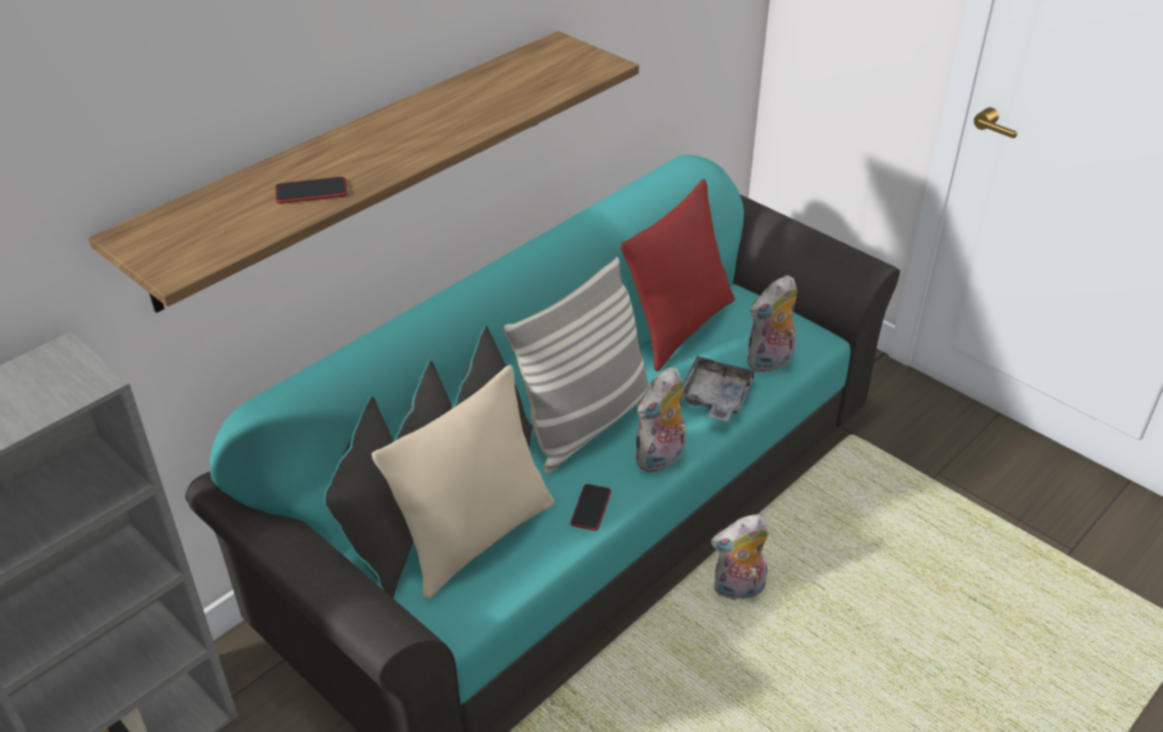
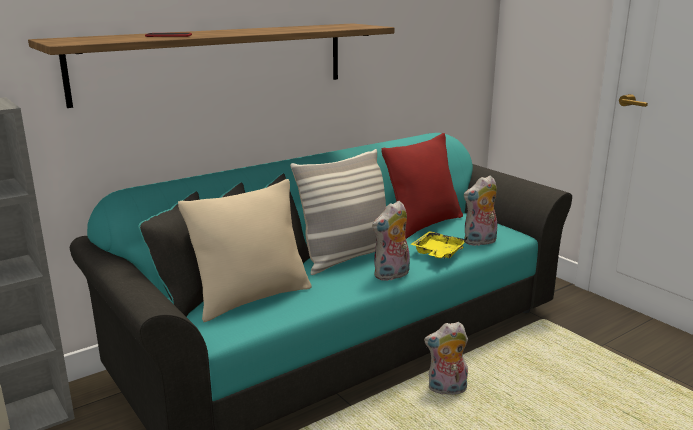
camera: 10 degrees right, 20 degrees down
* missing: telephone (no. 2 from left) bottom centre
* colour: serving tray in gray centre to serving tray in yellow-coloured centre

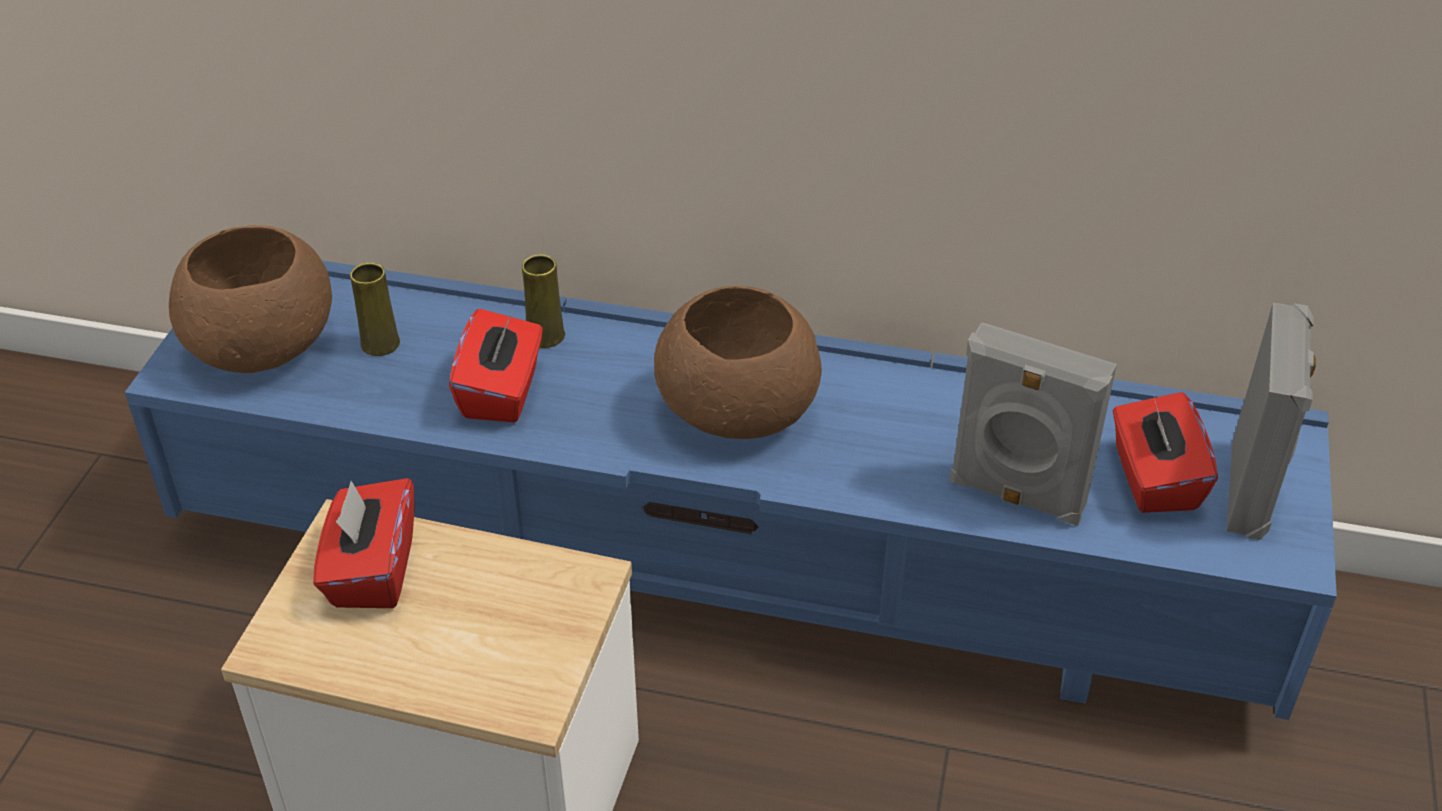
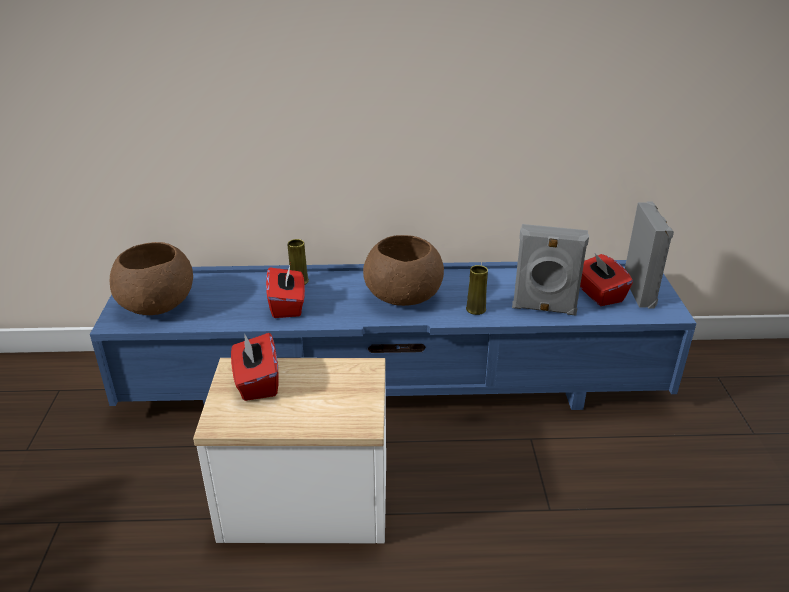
camera: 15 degrees left, 10 degrees down
* relocated: decorative vase in yellow-coloured (no. 1 from left in the first image) middle left to decorative vase in yellow-coloured (no. 2 from left) centre

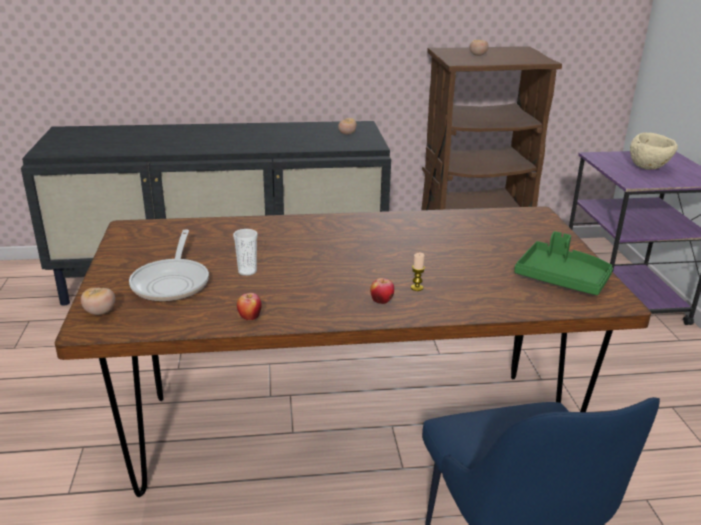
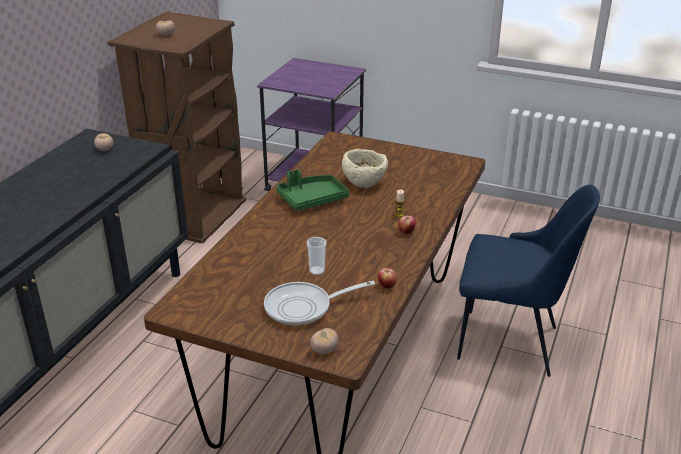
camera: 60 degrees left, 5 degrees up
* spun: frying pan middle left = bottom centre 135 degrees clockwise
* relocated: serving tray in green-coloured middle right to centre
* relocated: bowl in sand-coloured top right to centre

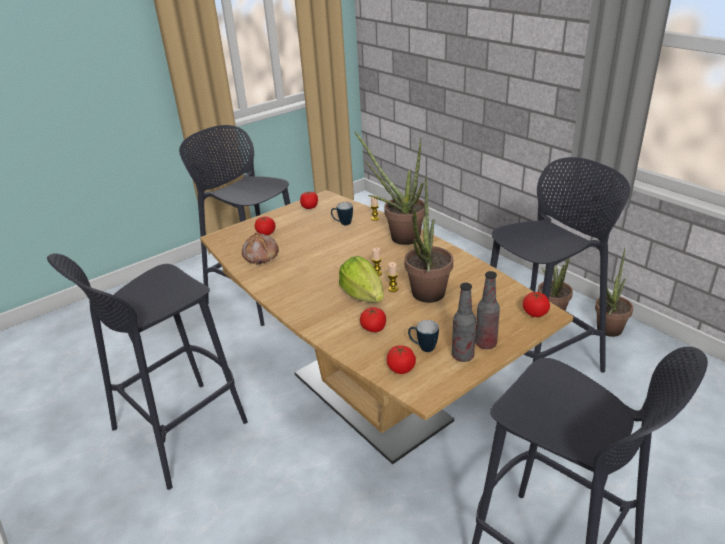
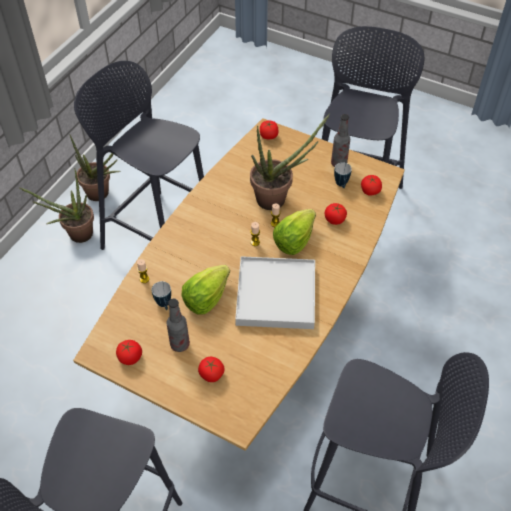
camera: 115 degrees left, 20 degrees up
* missing: baked bread centre
* missing: potted plant (no. 1 from left) centre
* relocated: bottle (no. 2 from left in the first image) middle right to bottle (no. 1 from left) centre
* appeared: head of lettuce (no. 1 from left) centre
* appeared: serving tray in whitish centre

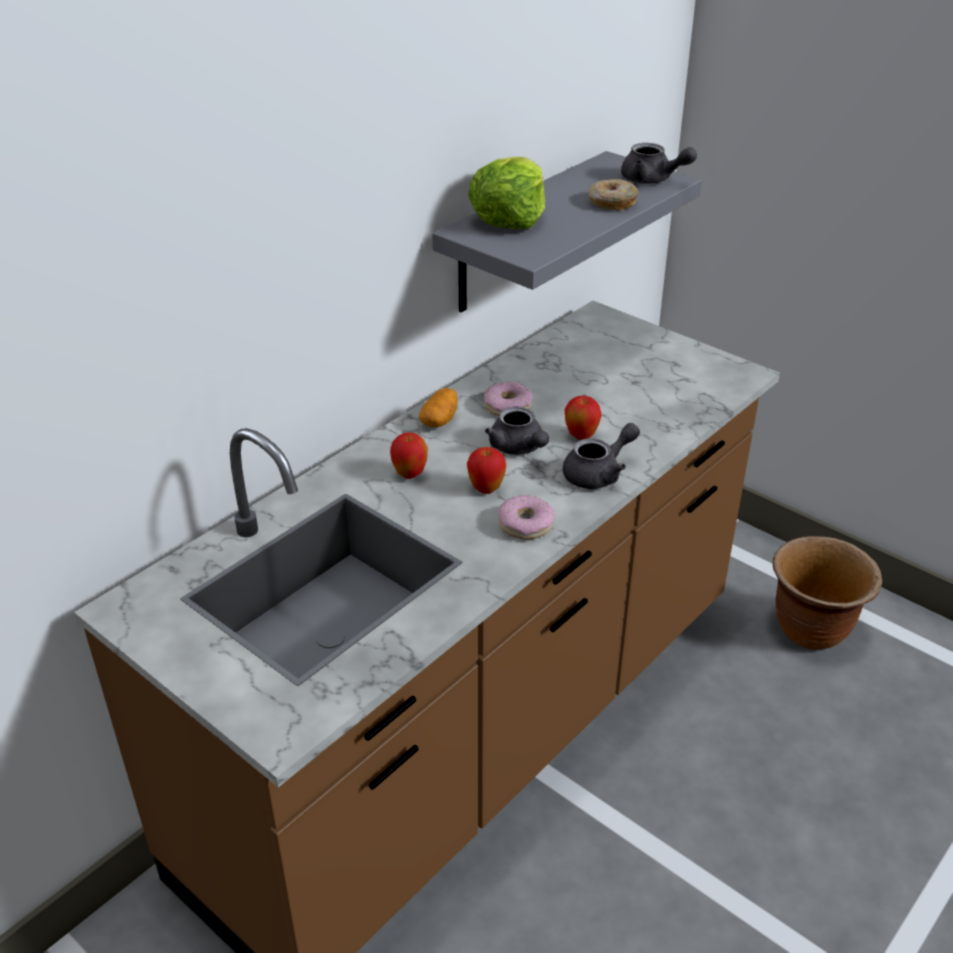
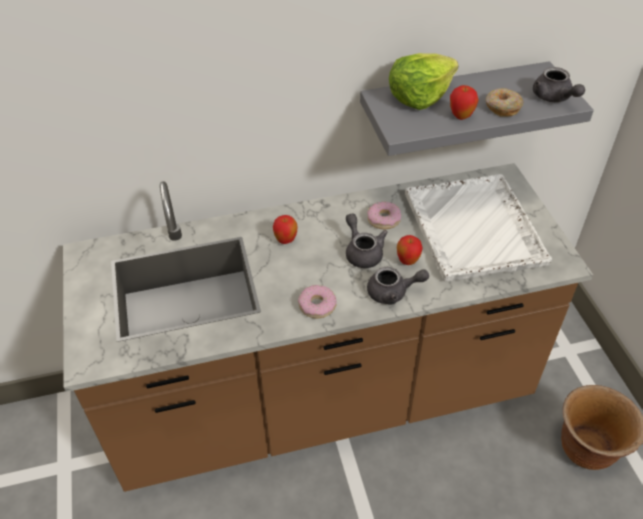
camera: 35 degrees right, 10 degrees up
* missing: whole potato centre
* relocated: apple (no. 2 from left in the first image) centre to apple (no. 3 from left) top right
* spun: pot for tea in gray (no. 1 from left) centre = centre 150 degrees clockwise
* appeared: serving tray in whitish middle right

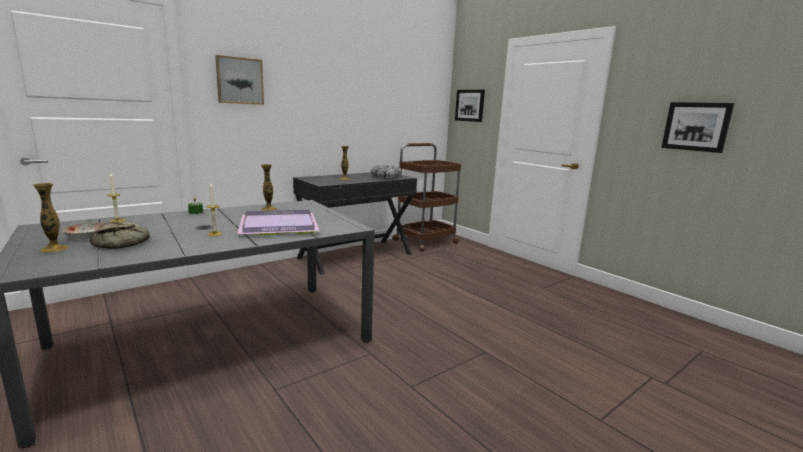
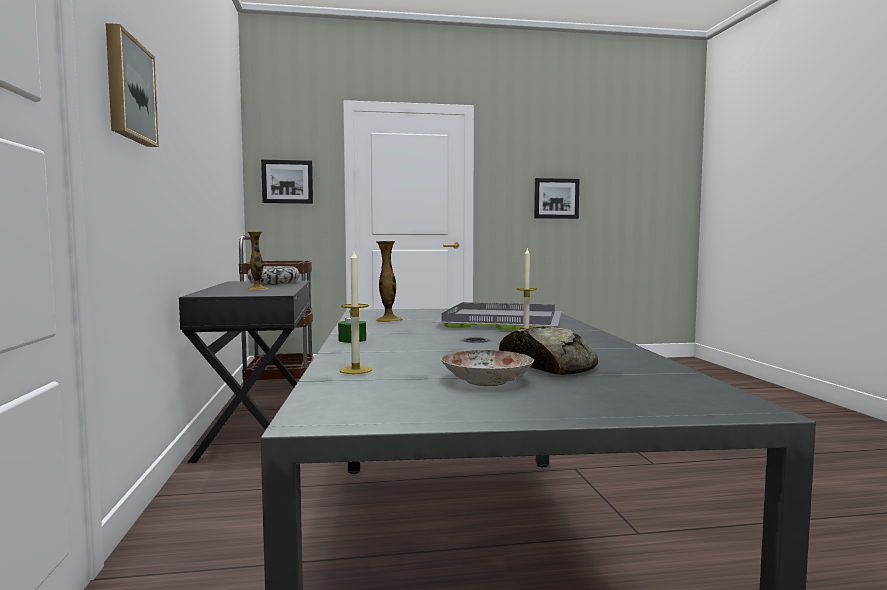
camera: 60 degrees left, 10 degrees down
* missing: decorative vase (no. 1 from left) middle left
* colour: serving tray in purplish centre to serving tray in gray centre

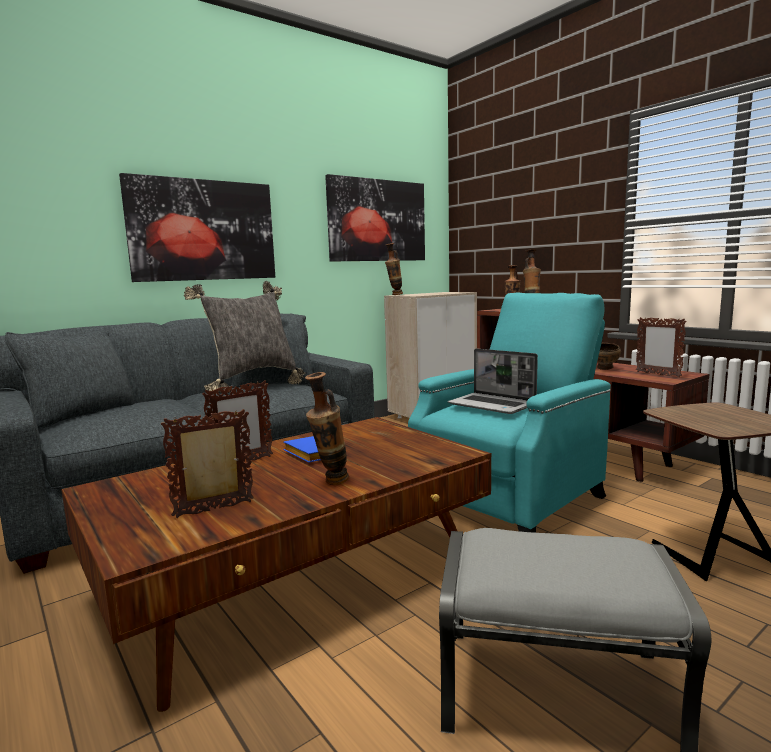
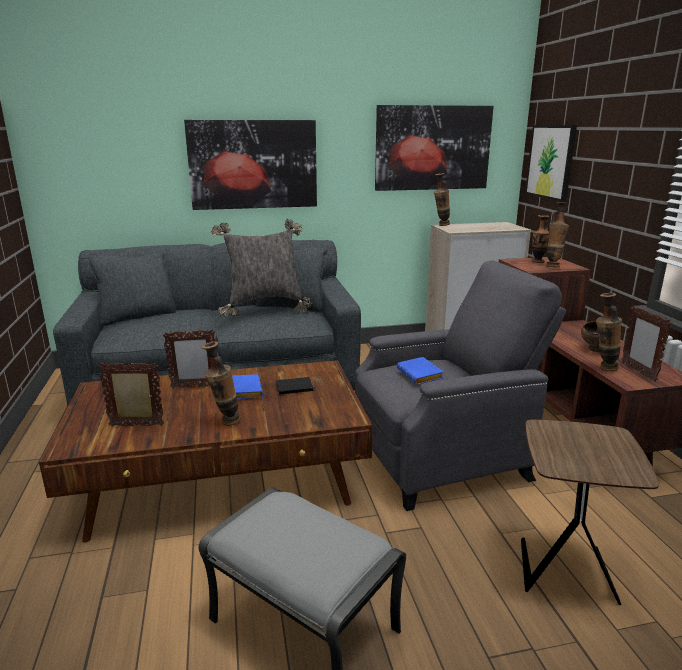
camera: 25 degrees right, 10 degrees up
* colour: armchair in turquoise-coloured centre to armchair in gray middle right
* exchanged: laptop centre to book in bluish (no. 2 from left) centre
* appeared: book in blackish centre
* appeared: picture (no. 3 from left) top right
* appeared: decorative vase (no. 5 from left) middle right

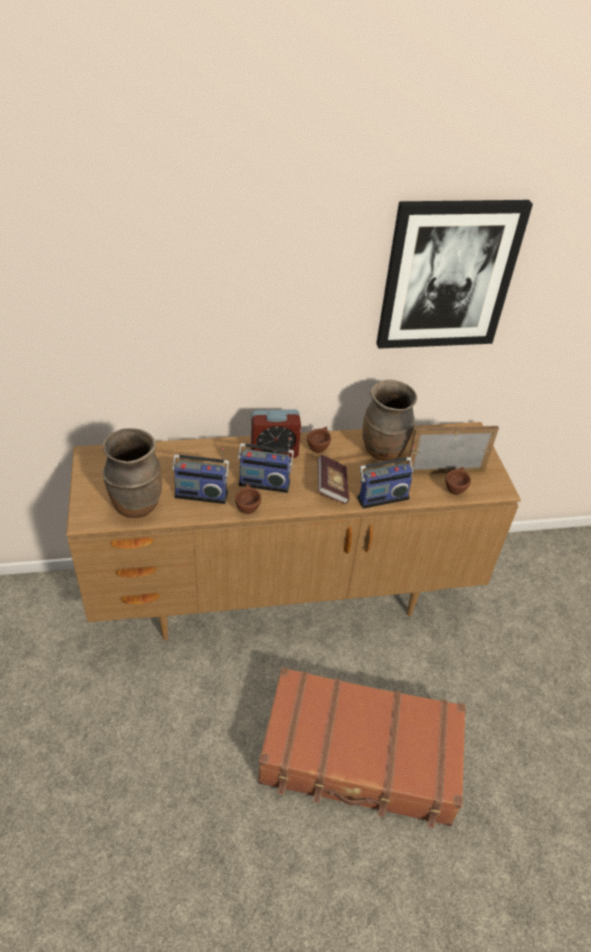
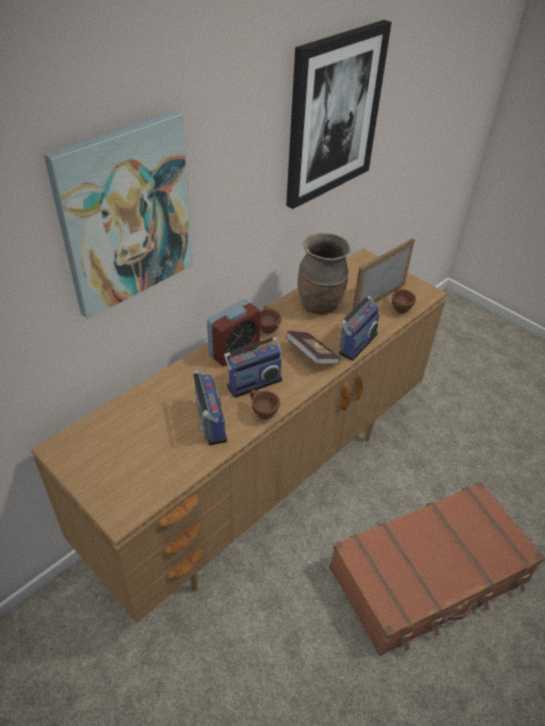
camera: 35 degrees left, 0 degrees up
* missing: decorative vase in brownish (no. 1 from left) middle left
* spun: radio receiver (no. 1 from left) centre = centre 75 degrees counterclockwise
* appeared: picture (no. 1 from left) top left

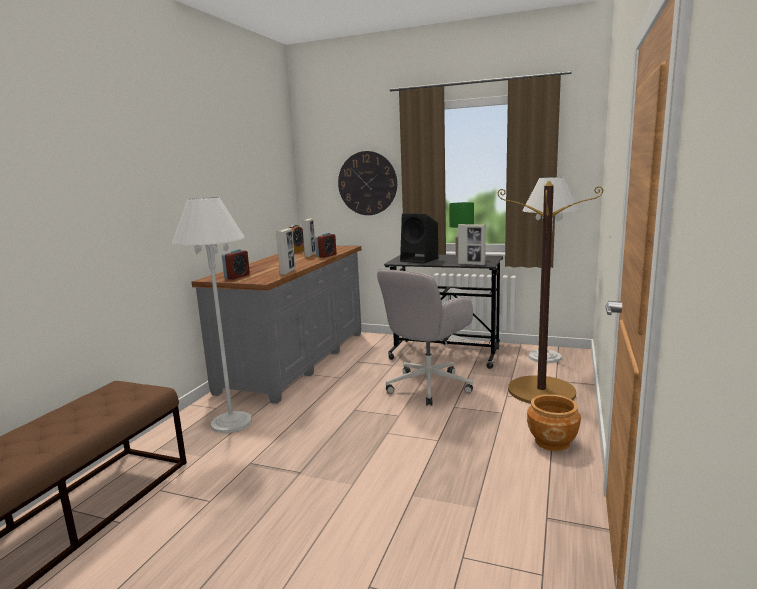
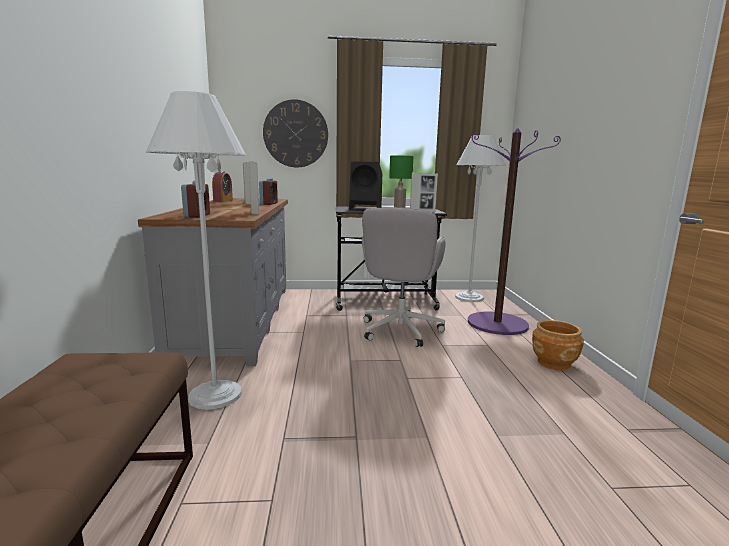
camera: 25 degrees left, 0 degrees up
* colour: garment rack in brownish middle right to garment rack in purplish middle right

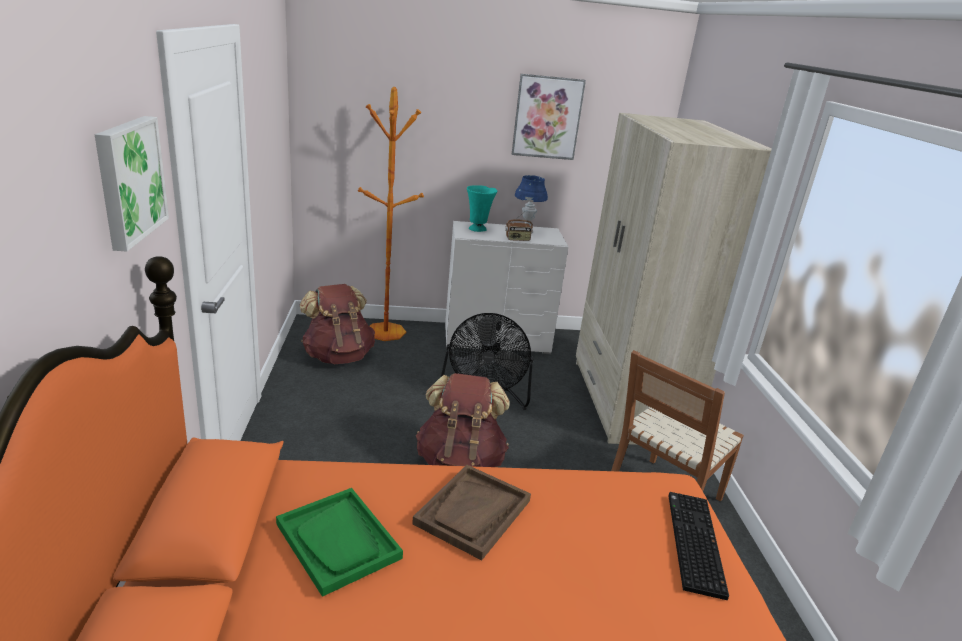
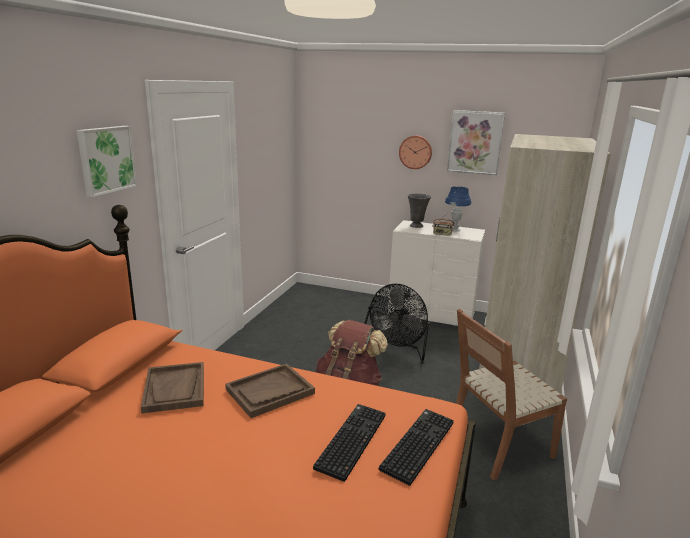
camera: 25 degrees right, 5 degrees down
* colour: serving tray in green-coloured bottom centre to serving tray in brownish (no. 1 from left) bottom left
* missing: backpack in brownish (no. 1 from left) centre
* missing: garment rack in orange centre
* colour: decorative vase in turquoise-coloured top centre to decorative vase in gray centre
* appeared: PC keyboard (no. 1 from left) bottom centre
* appeared: wall clock top centre

